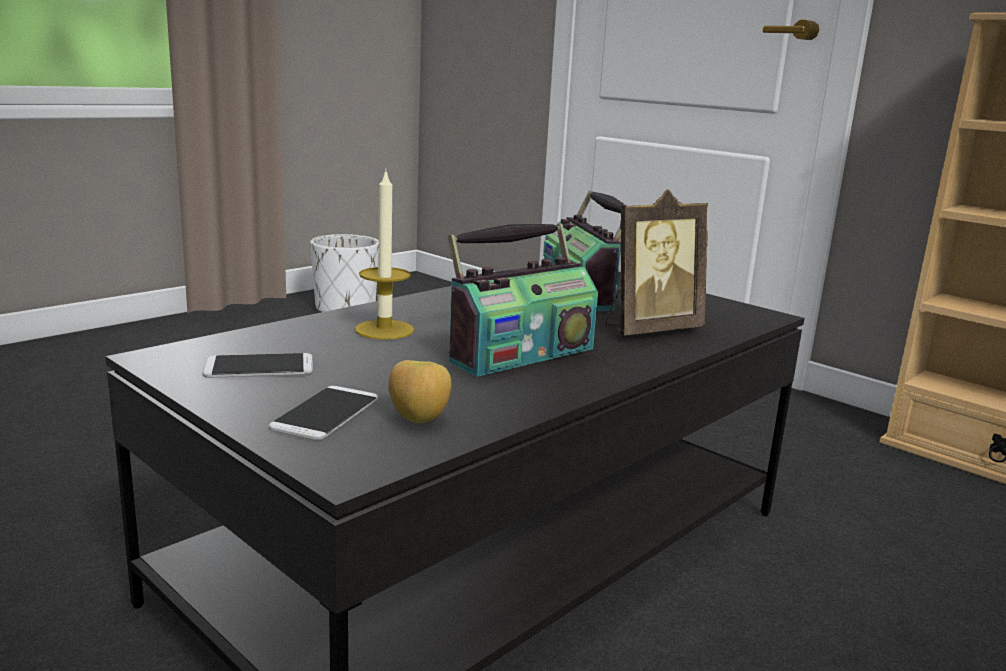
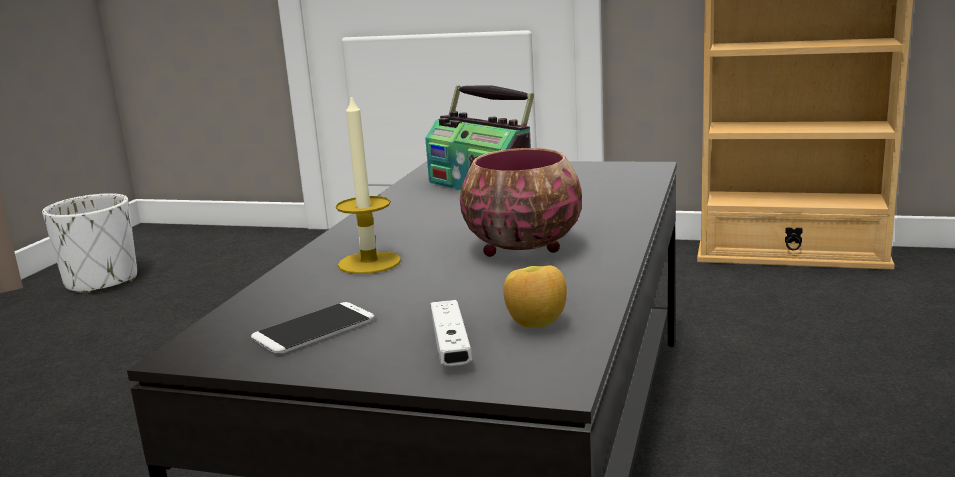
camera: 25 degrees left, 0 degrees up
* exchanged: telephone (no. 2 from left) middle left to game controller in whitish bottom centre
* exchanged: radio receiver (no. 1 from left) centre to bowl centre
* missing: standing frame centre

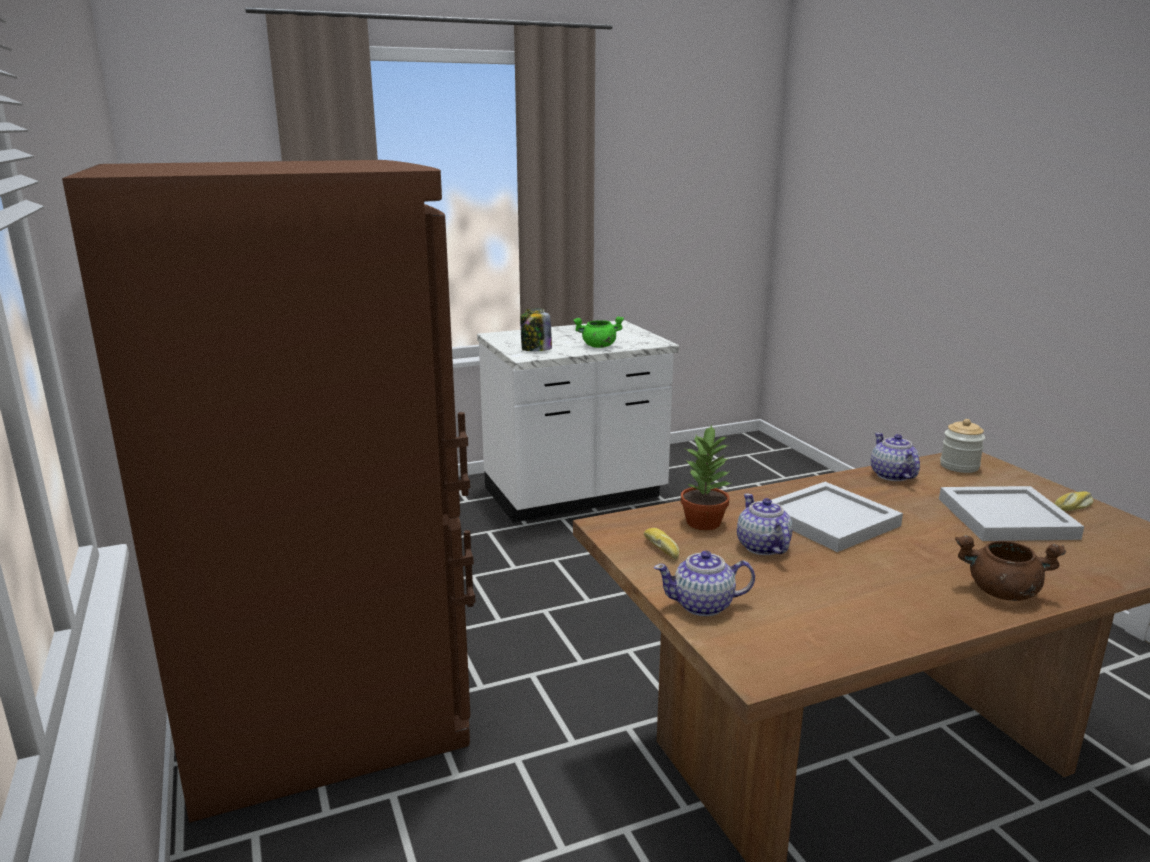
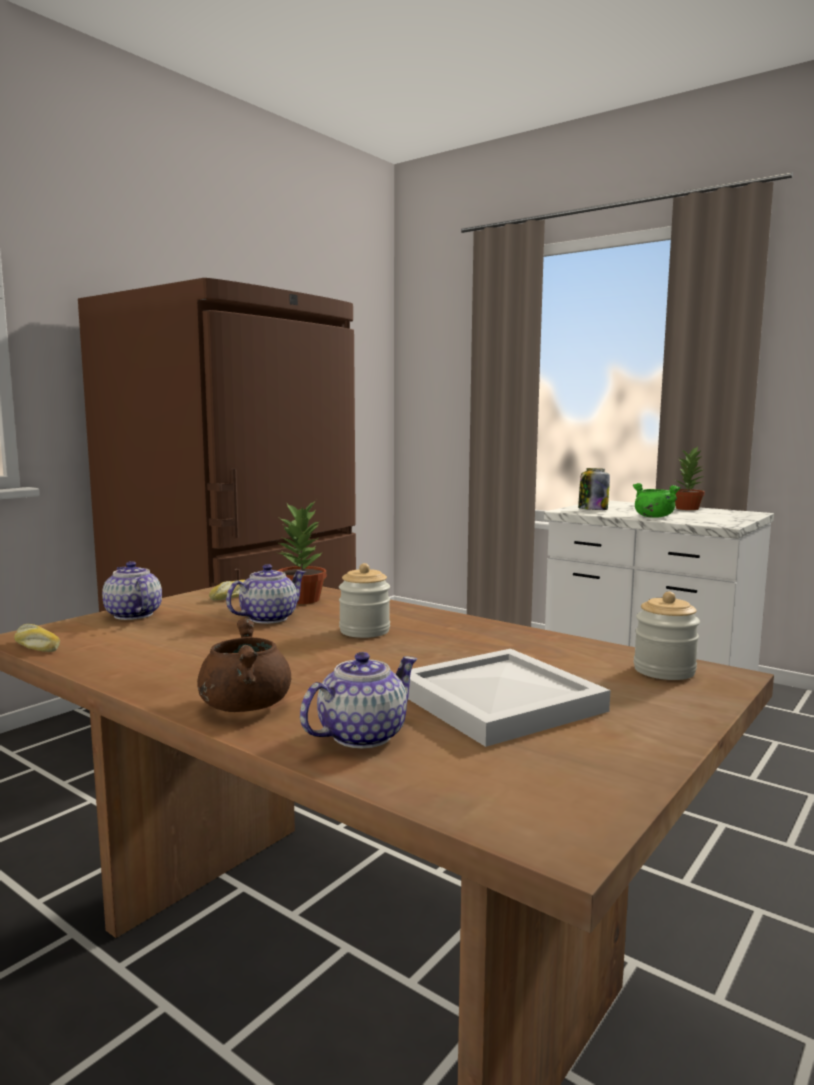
camera: 60 degrees right, 10 degrees down
* exchanged: serving tray in whitish (no. 1 from left) middle right to storage jar (no. 1 from left) centre
* relocated: pot for tea (no. 3 from left) middle right to centre
* relocated: baked bread (no. 2 from left in the first image) middle right to baked bread (no. 1 from left) middle left
* appeared: potted plant (no. 2 from left) middle right

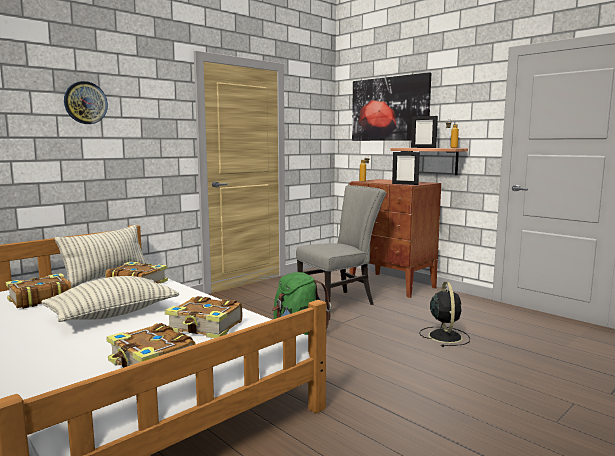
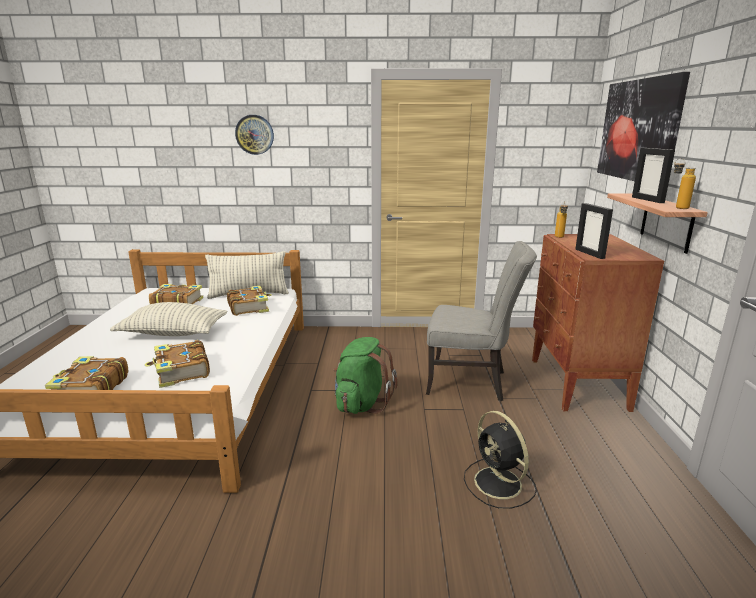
camera: 45 degrees right, 10 degrees up
* spun: electric fan in blackish bottom right = bottom centre 105 degrees clockwise

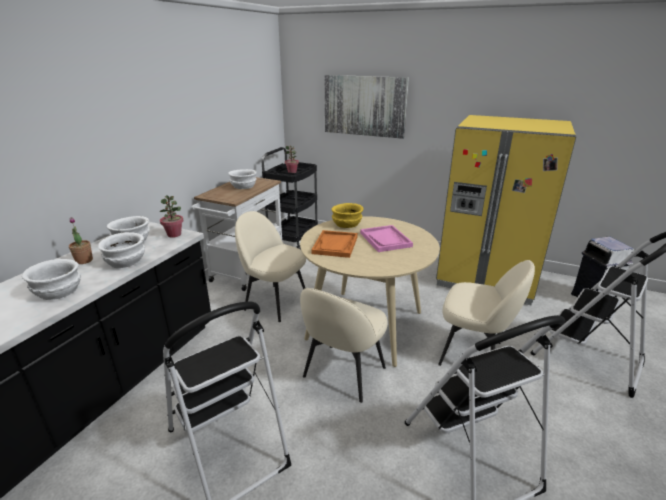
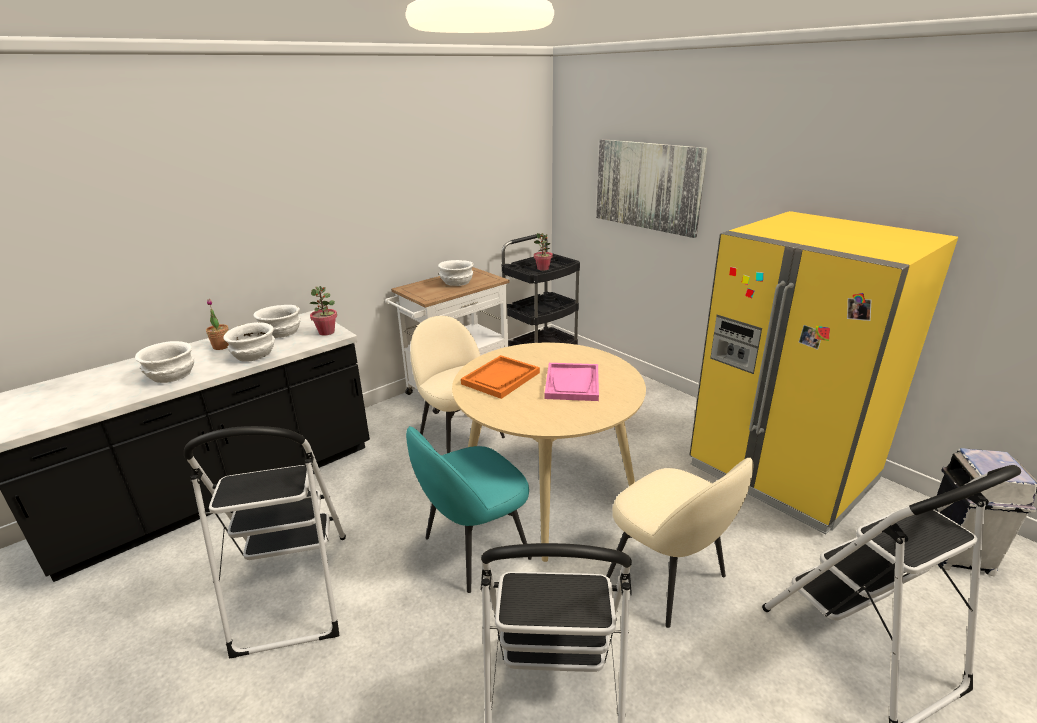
camera: 25 degrees right, 0 degrees up
* colour: chair in sand-coloured (no. 2 from left) bottom centre to chair in turquoise-coloured bottom centre
* missing: bowl in yellow-coloured centre

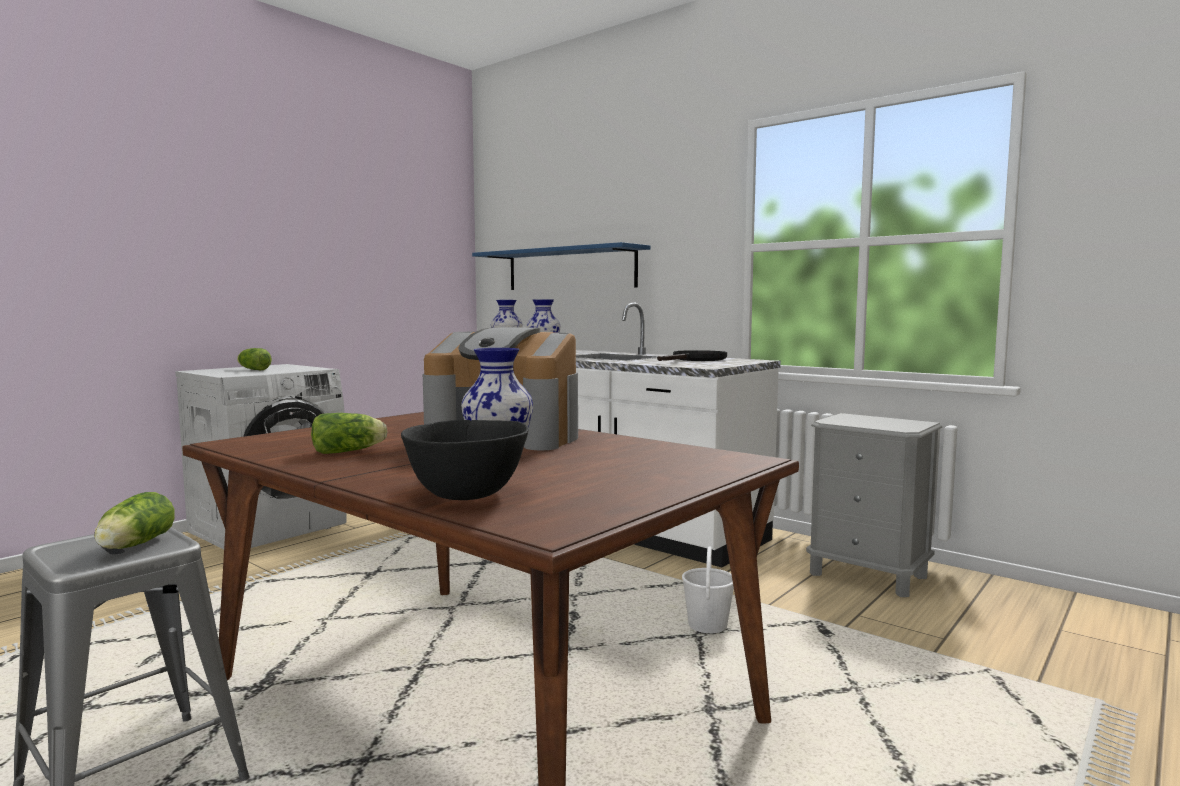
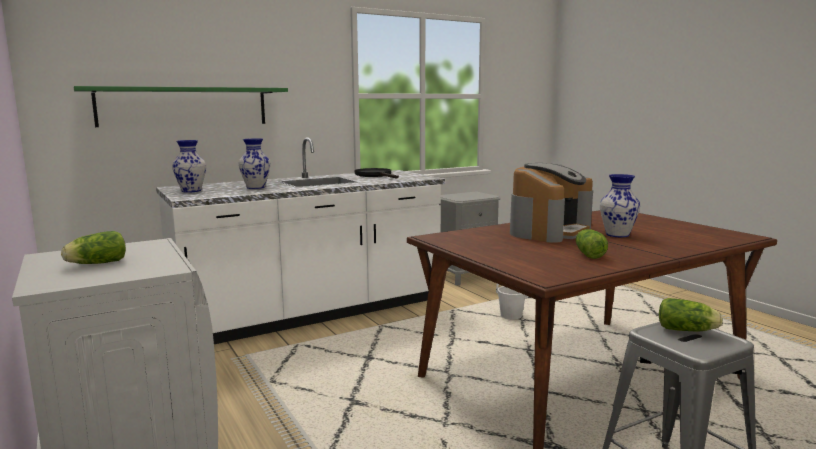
camera: 70 degrees left, 5 degrees up
* missing: bowl in blackish centre
* colour: bracket shelf in bluish centre to bracket shelf in green-coloured top left

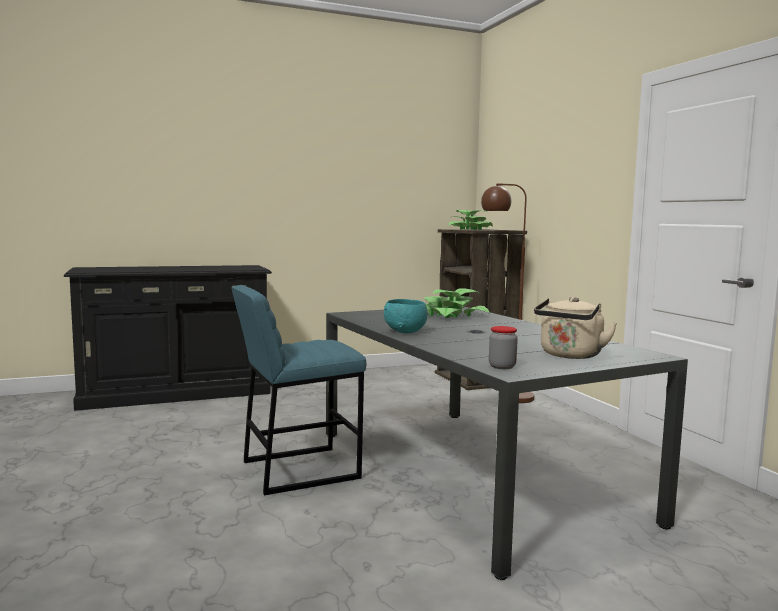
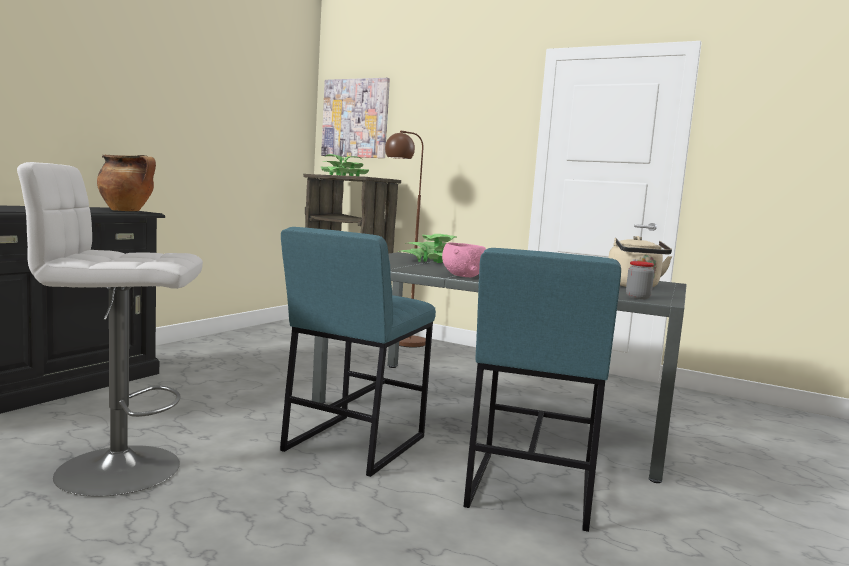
camera: 40 degrees left, 0 degrees up
* colour: bowl in turquoise-coloured centre to bowl in pink-coloured centre
* appeared: sitting stool in whitish middle left
* appeared: cooking pot top left
* appeared: picture top centre
* appeared: sitting stool in bluish (no. 2 from left) bottom centre

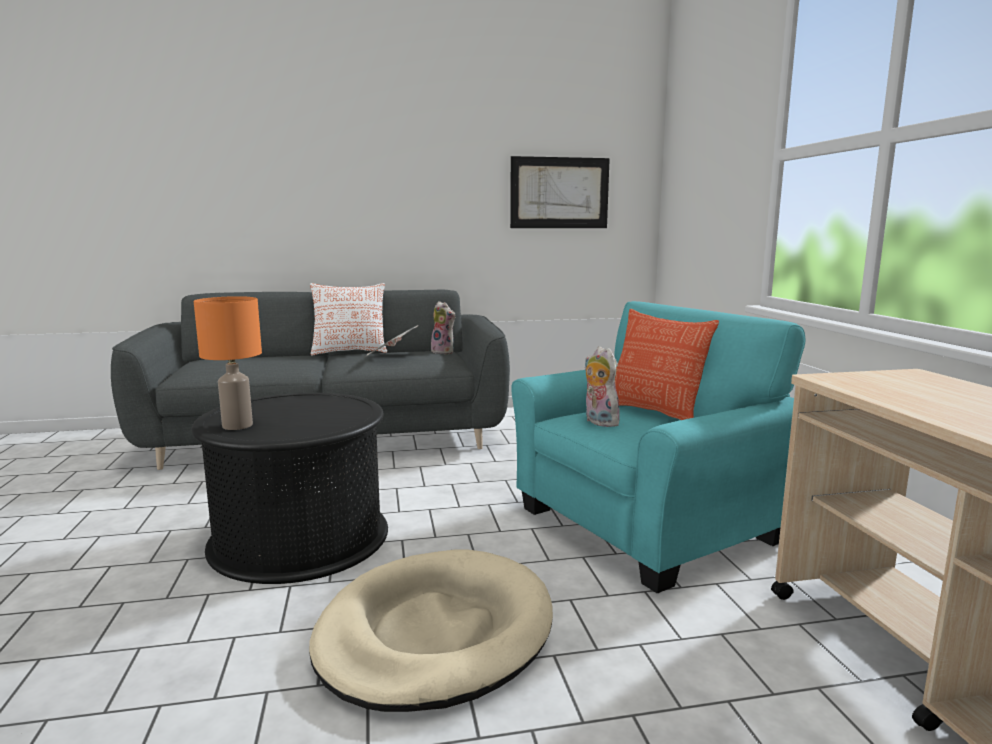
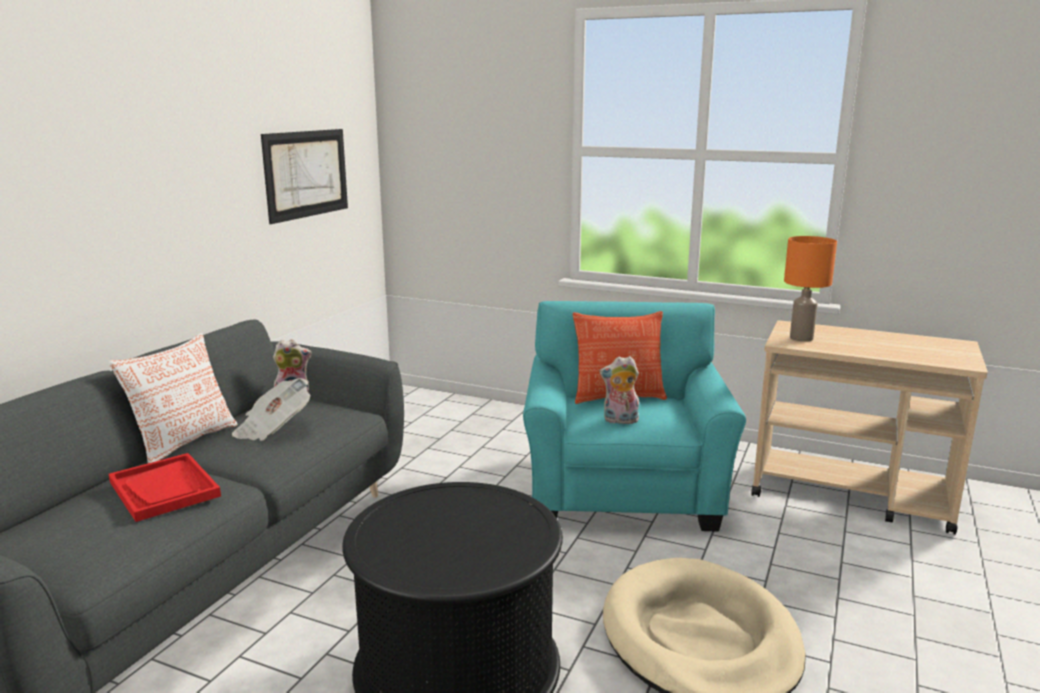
camera: 55 degrees left, 5 degrees up
* relocated: table lamp in orange middle left to middle right
* appeared: serving tray in red bottom left

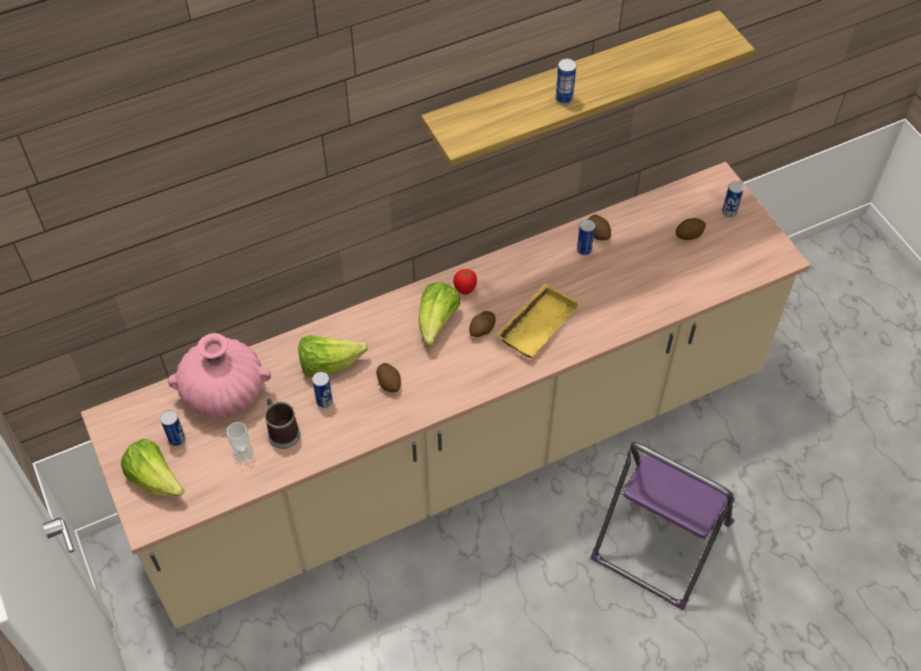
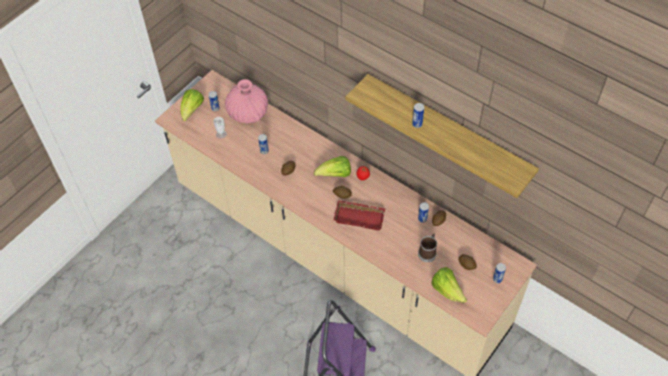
camera: 65 degrees right, 0 degrees up
* relocated: coffee mug middle left to centre
* relocated: head of lettuce (no. 2 from left in the first image) centre to head of lettuce (no. 3 from left) bottom right
* colour: serving tray in yellow-coloured centre to serving tray in red centre

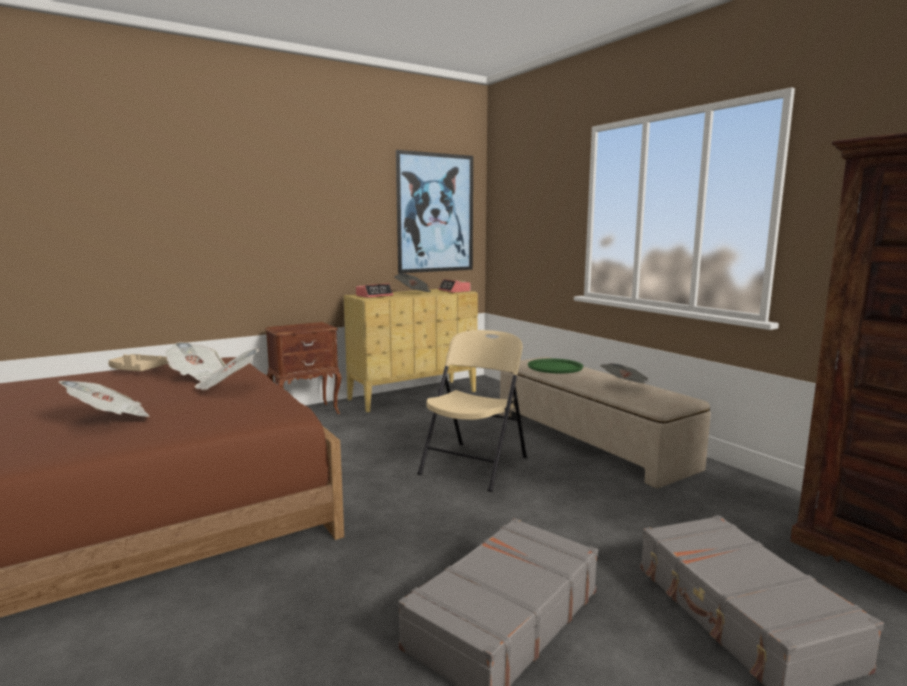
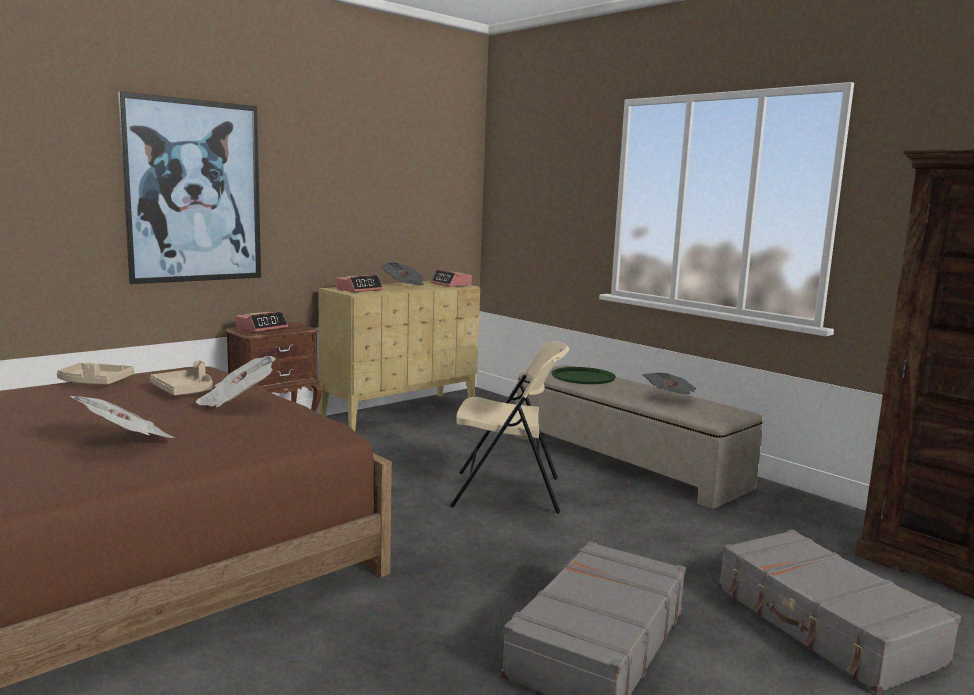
camera: 10 degrees left, 0 degrees up
* exchanged: daily paper (no. 2 from left) middle left to serving tray in sand-coloured (no. 2 from left) middle left
* relocated: picture top centre to top left
* spun: chair in sand-coloured centre = centre 75 degrees clockwise
* appeared: alarm clock (no. 1 from left) middle left

